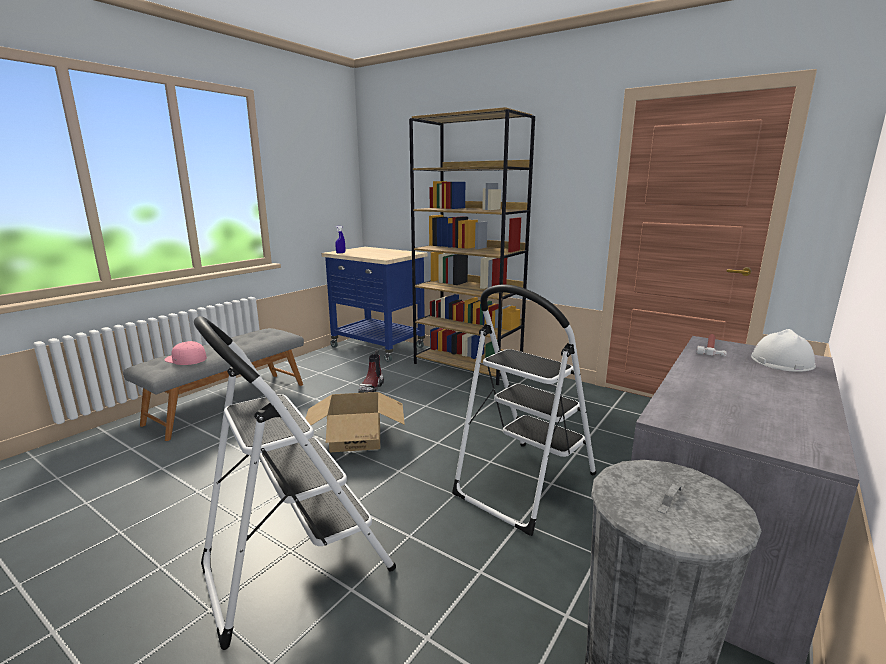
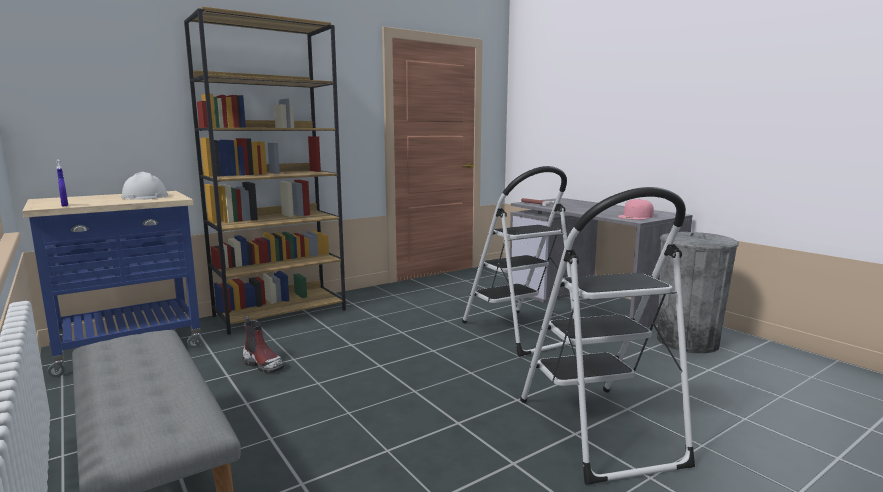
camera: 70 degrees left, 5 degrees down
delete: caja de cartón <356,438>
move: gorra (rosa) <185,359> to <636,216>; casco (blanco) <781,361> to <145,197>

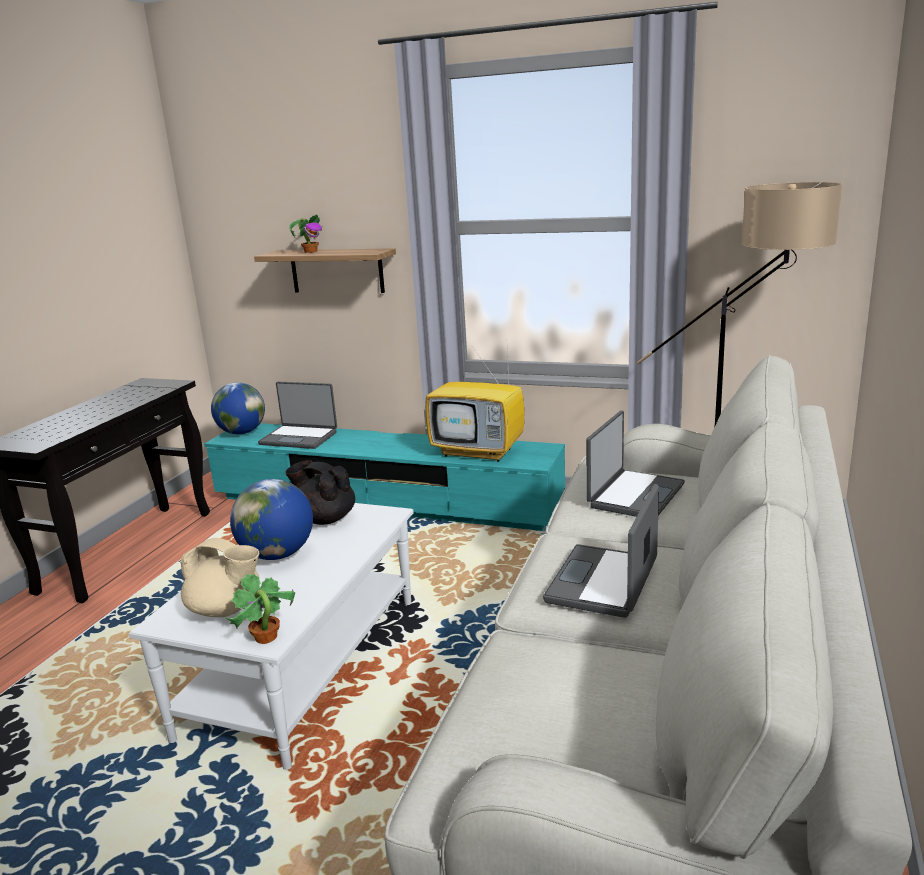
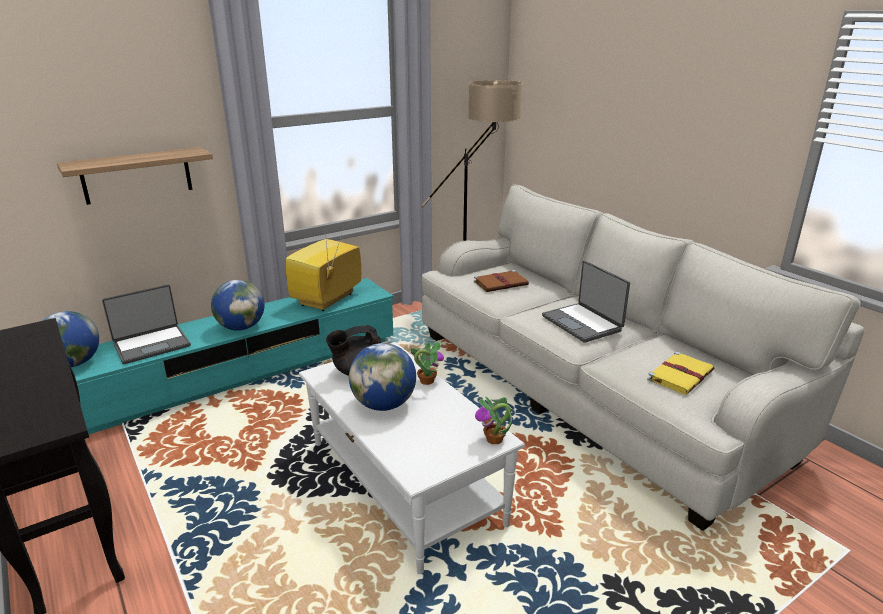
camera: 55 degrees left, 5 degrees up
delete: tetera (beis) <226,609>
insert: globo terráqueo <241,327>; libro (amarillo) <681,375>
move: planta en maceta <311,251> to <426,380>
replace: portátil <634,495> to libro (marrón) <501,283>
rotate: televisor <480,452> = <327,300> 150 degrees clockwise

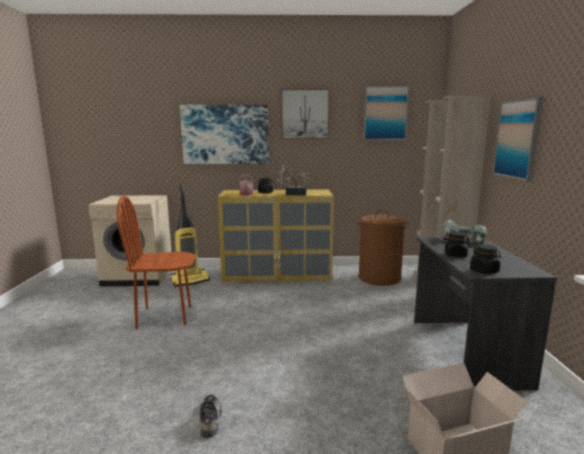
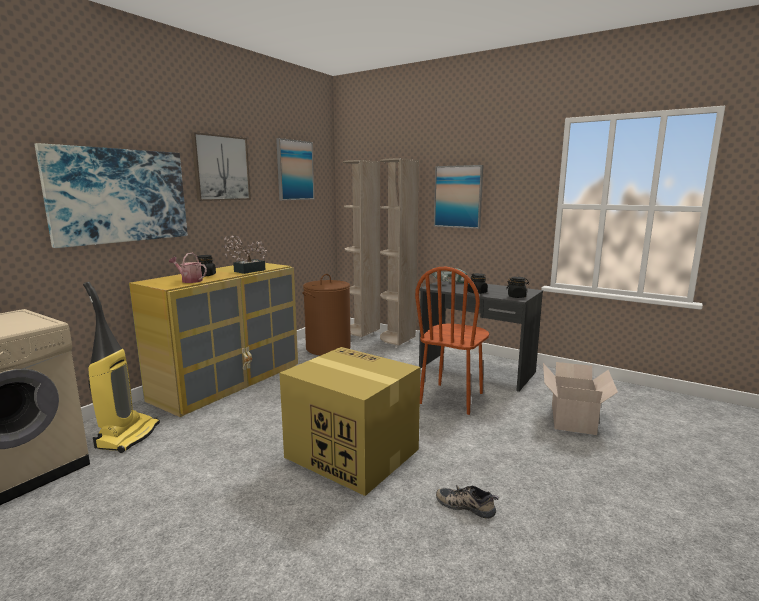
camera: 55 degrees left, 0 degrees up
insert: caja de cartón <350,453>
move: silla (marrón) <165,317> to <452,398>

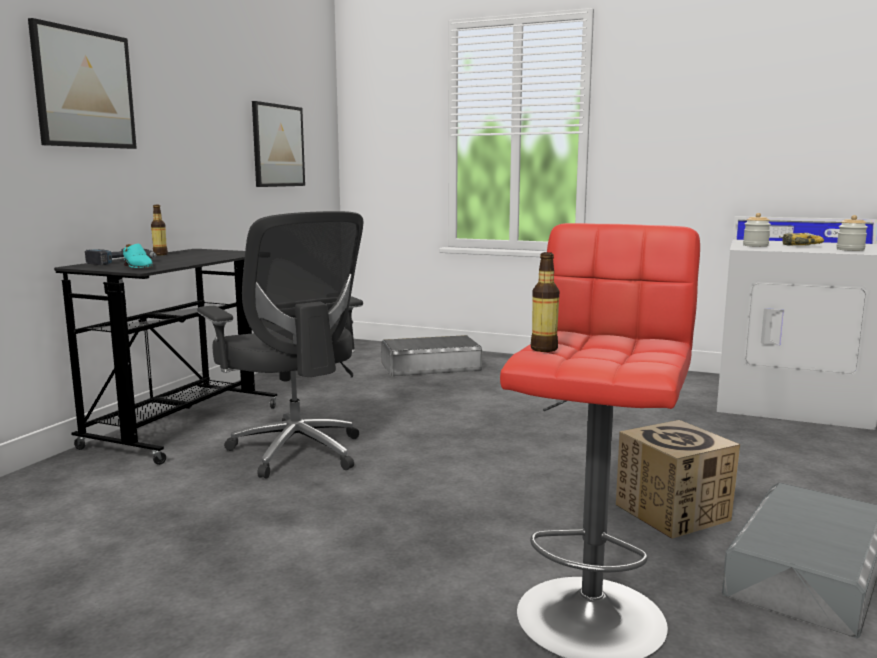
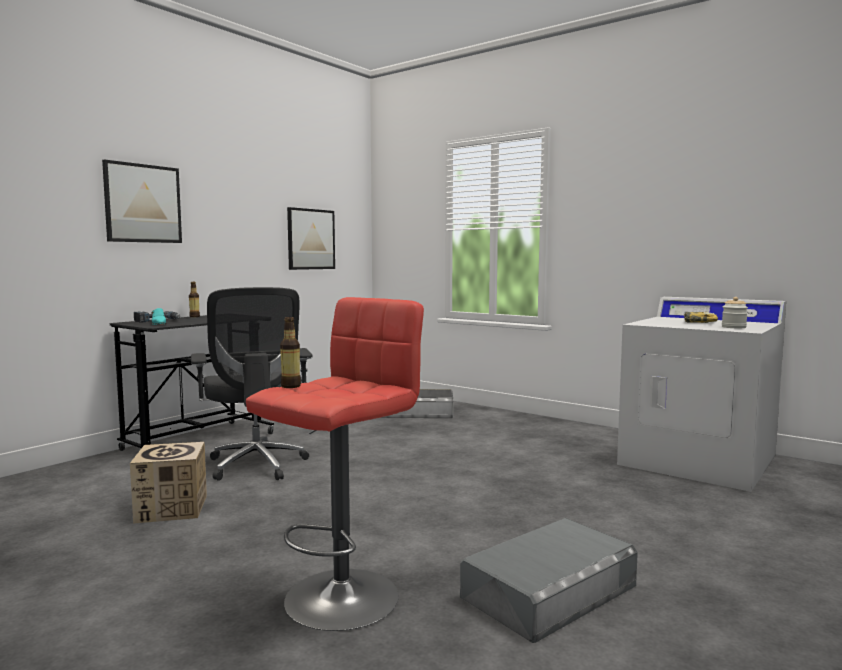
camera: 15 degrees right, 5 degrees down
delete: tarro <755,246>
move: caja de cartón <673,512> to <172,509>

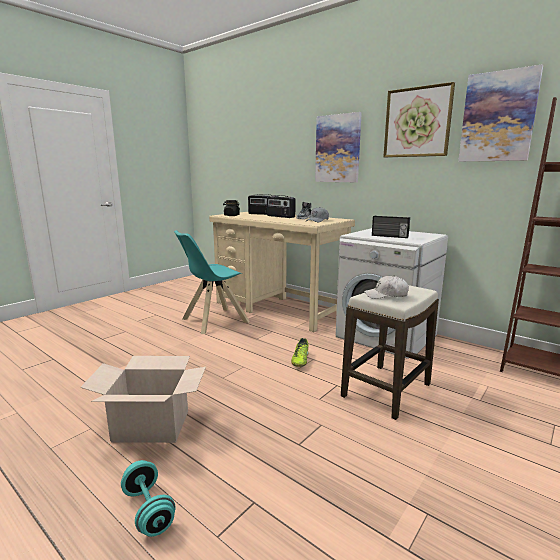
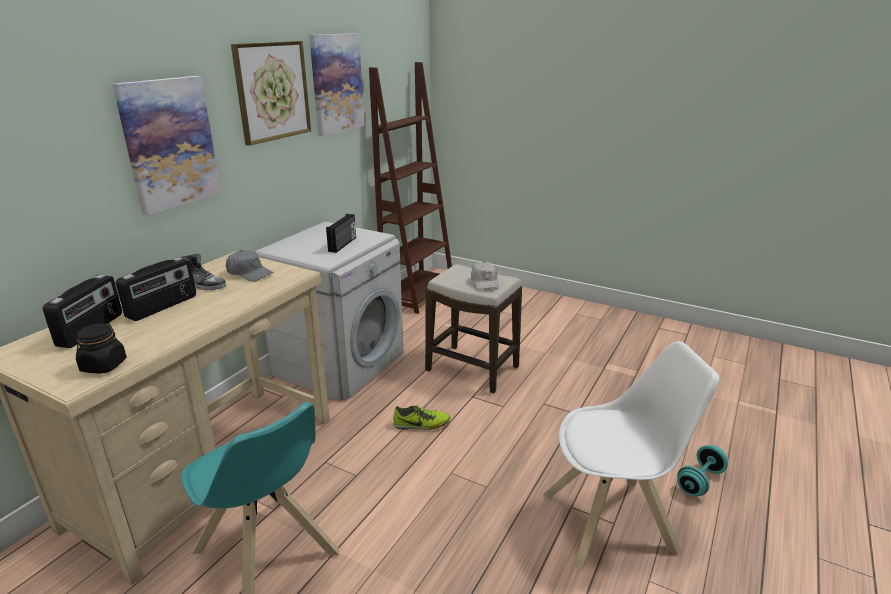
camera: 100 degrees left, 10 degrees up
replace: caja de cartón <151,426> to silla (blanco) <612,521>

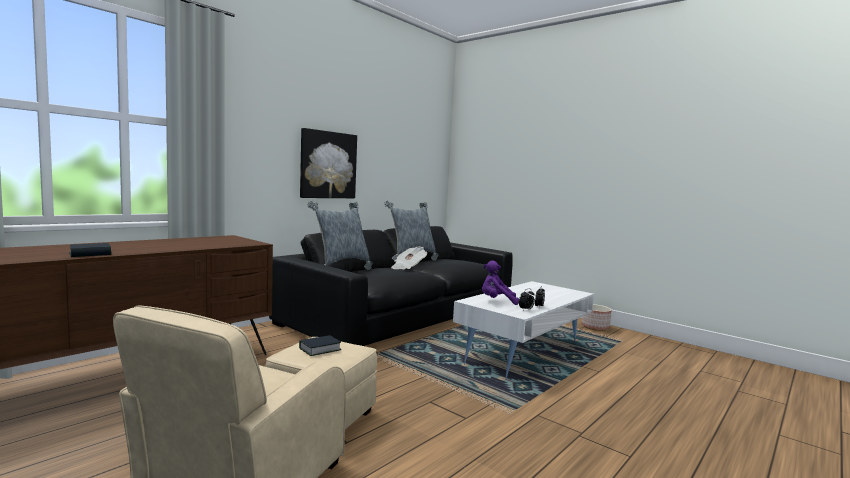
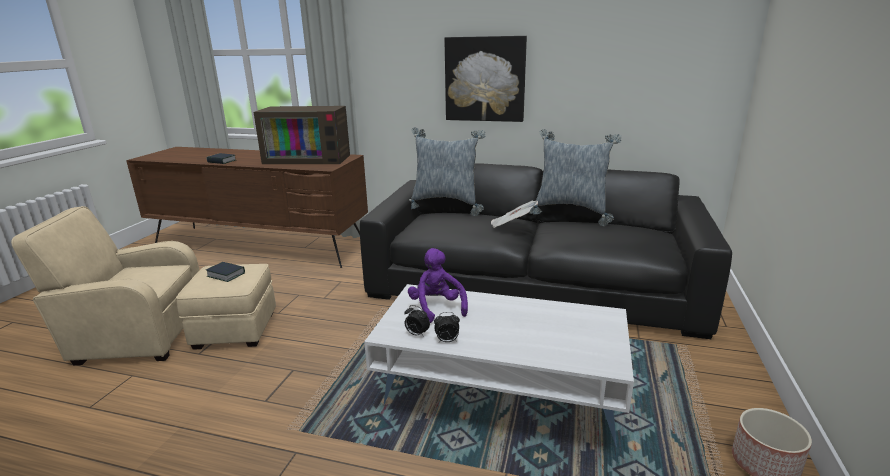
camera: 65 degrees right, 15 degrees up
insert: televisor <309,159>

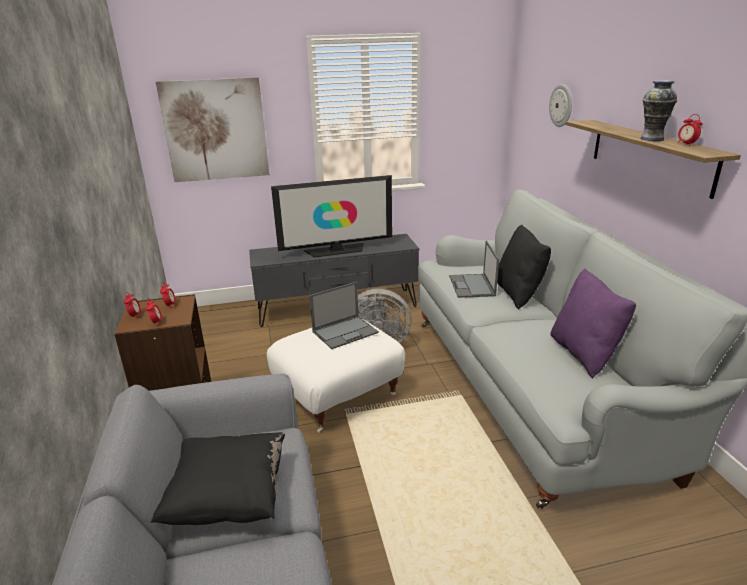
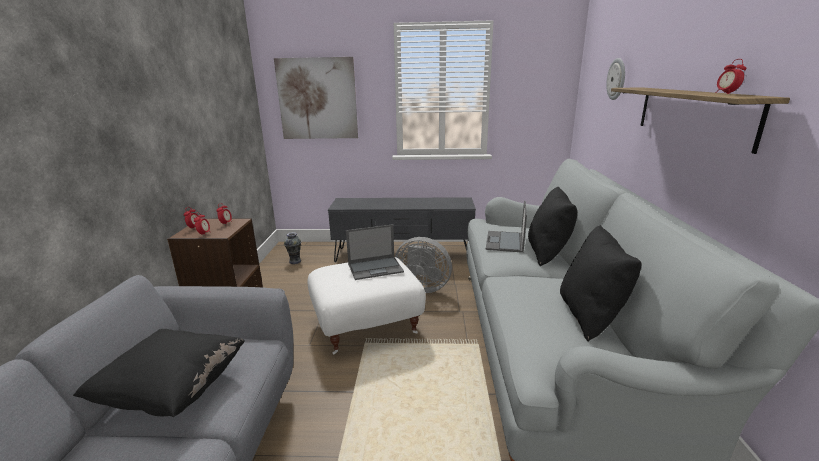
camera: 15 degrees right, 5 degrees down
delete: televisor <336,250>
move: florero <652,139> to <295,261>
recolor: cojín (morado) <584,354> to cojín (negro) <590,316>

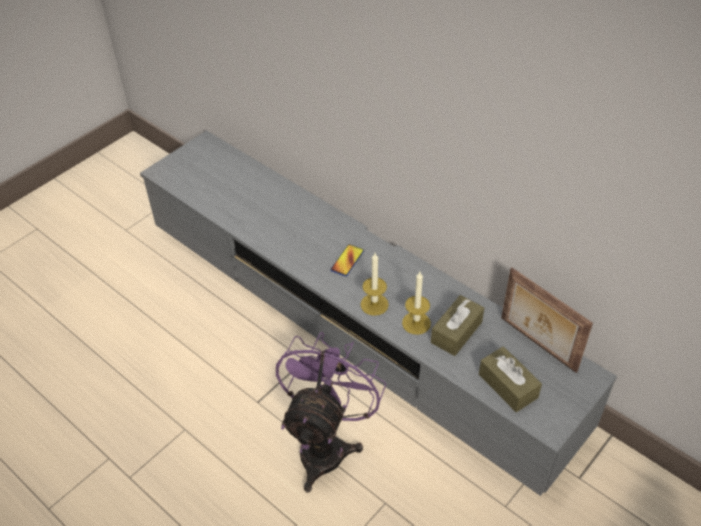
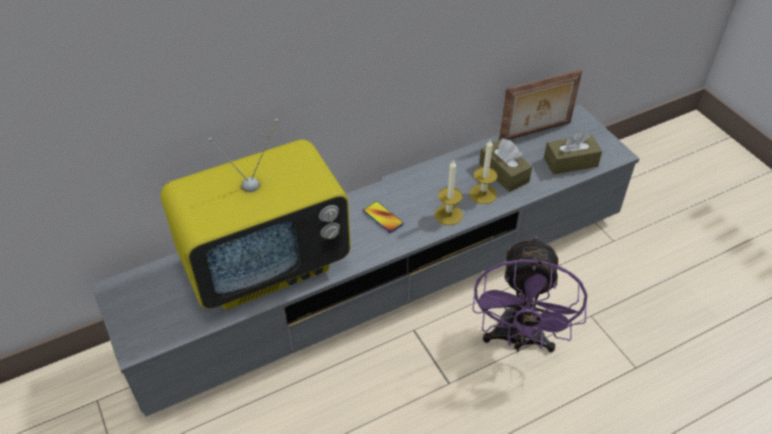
camera: 70 degrees left, 0 degrees up
insert: televisor <266,264>
rotate: ventilador (morado) <326,444> = <518,340> 120 degrees counterclockwise

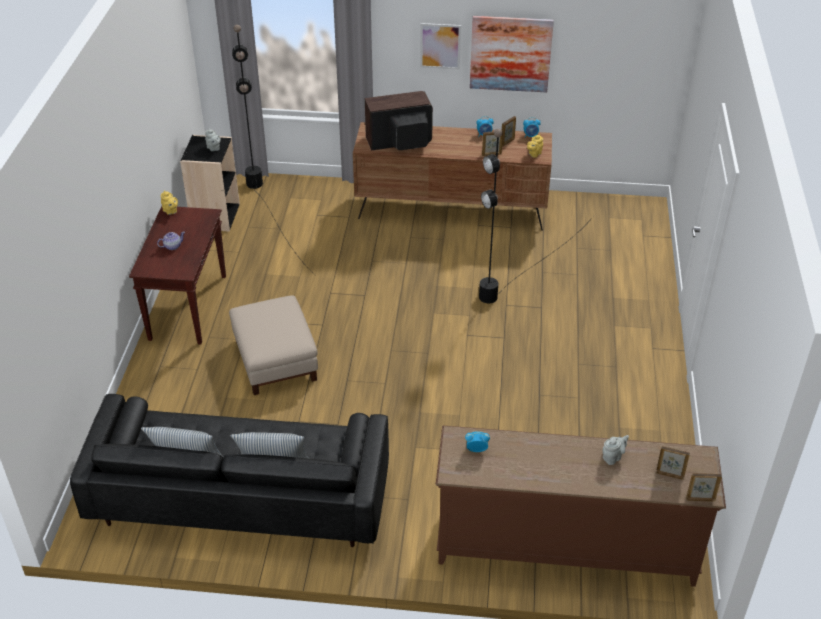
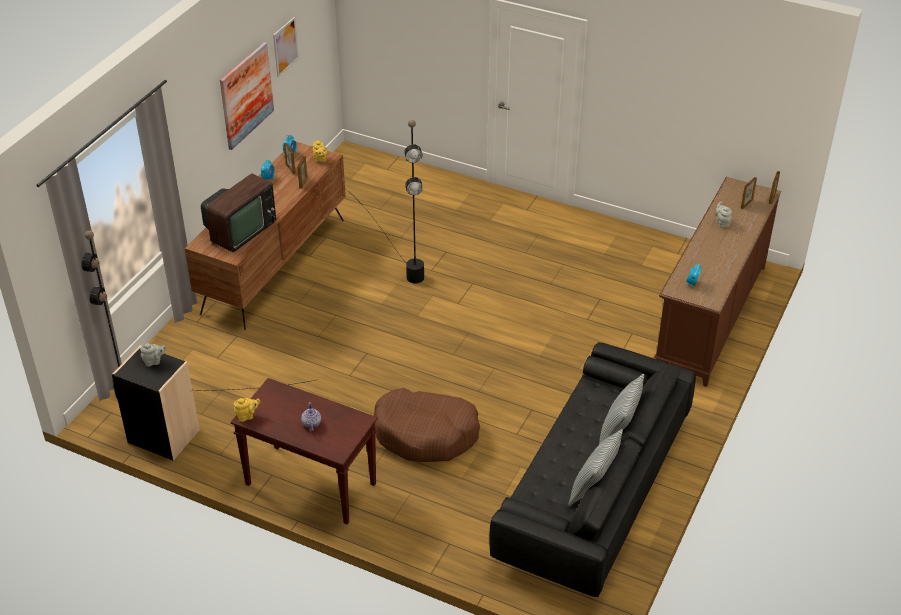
camera: 70 degrees left, 0 degrees up
move: cuadro <440,46> to <285,46>
replace: puf (beis) <274,360> to cama para perro (marrón) <426,434>
rotate: televisor <400,141> = <240,231> 150 degrees counterclockwise

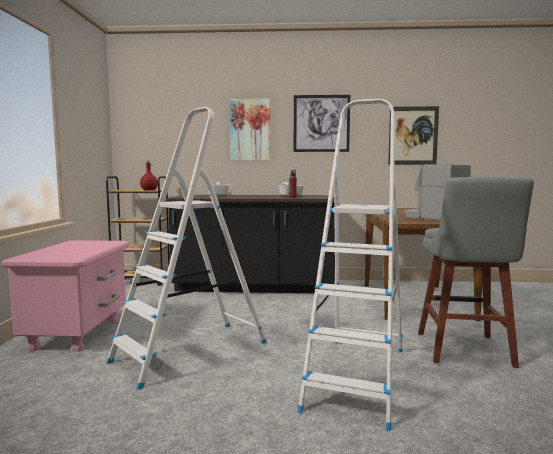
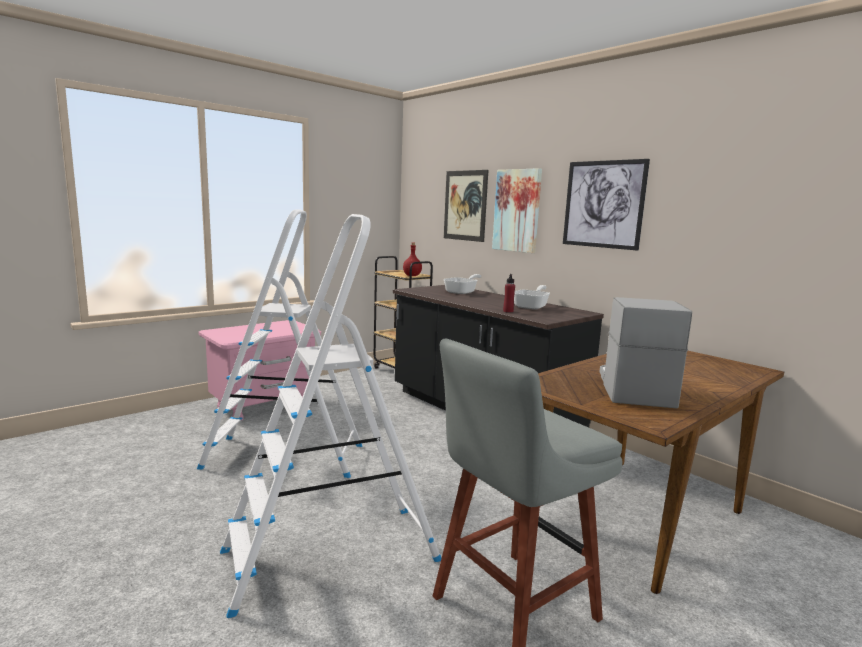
camera: 45 degrees right, 5 degrees up
move: cuadro <413,135> to <465,205>

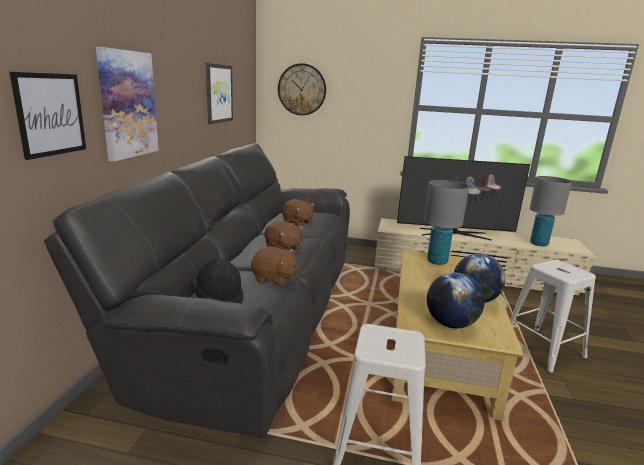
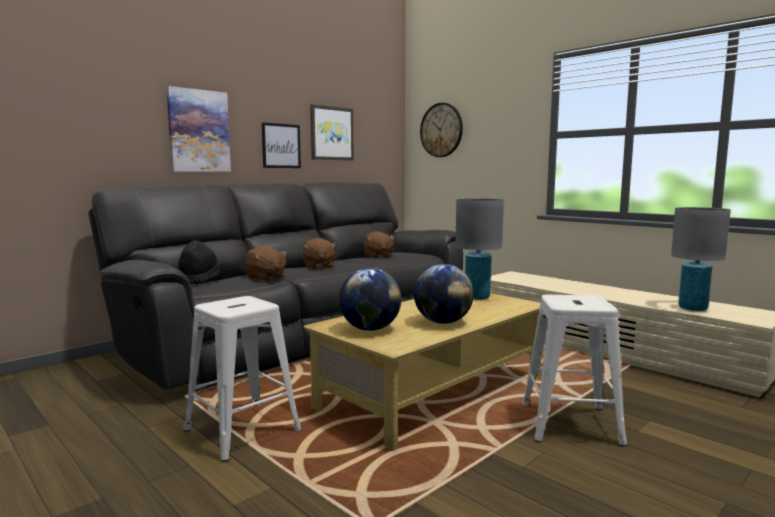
camera: 35 degrees right, 10 degrees down
delete: televisor <454,234>
move: cuadro <50,114> to <281,146>

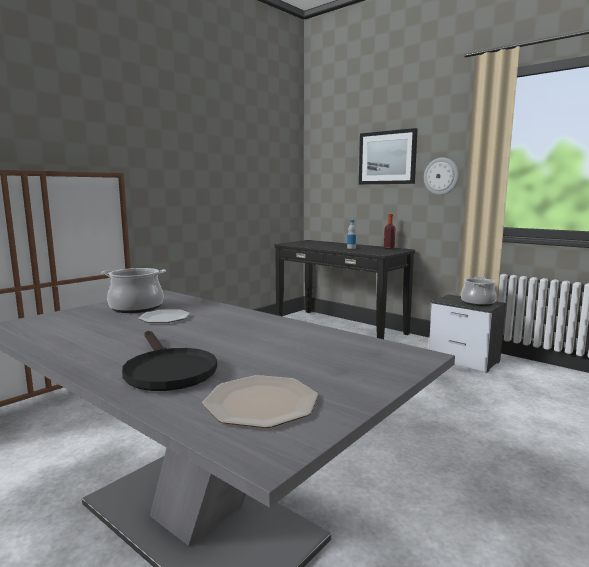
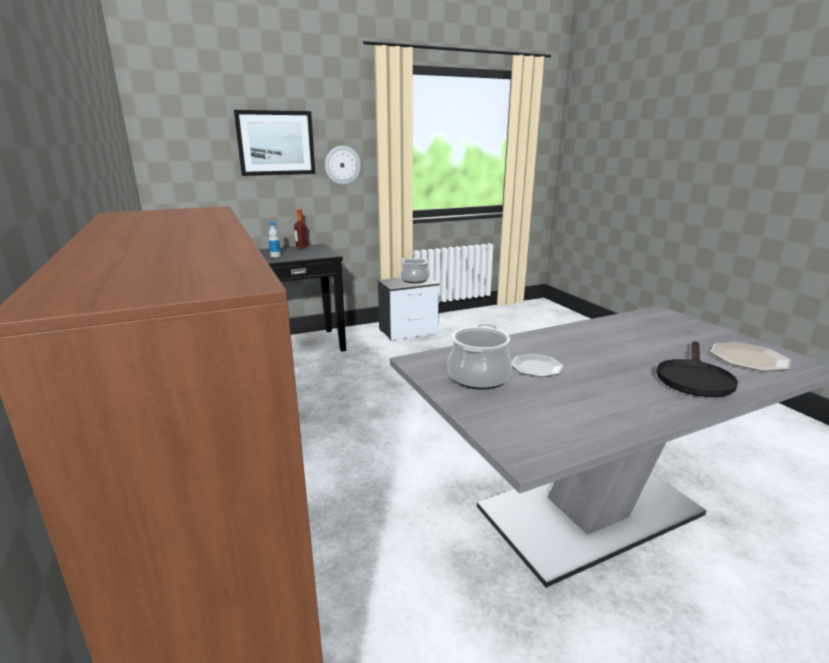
camera: 65 degrees left, 10 degrees up
rotate: sartén (negro) <167,370> = <693,378> 120 degrees clockwise

